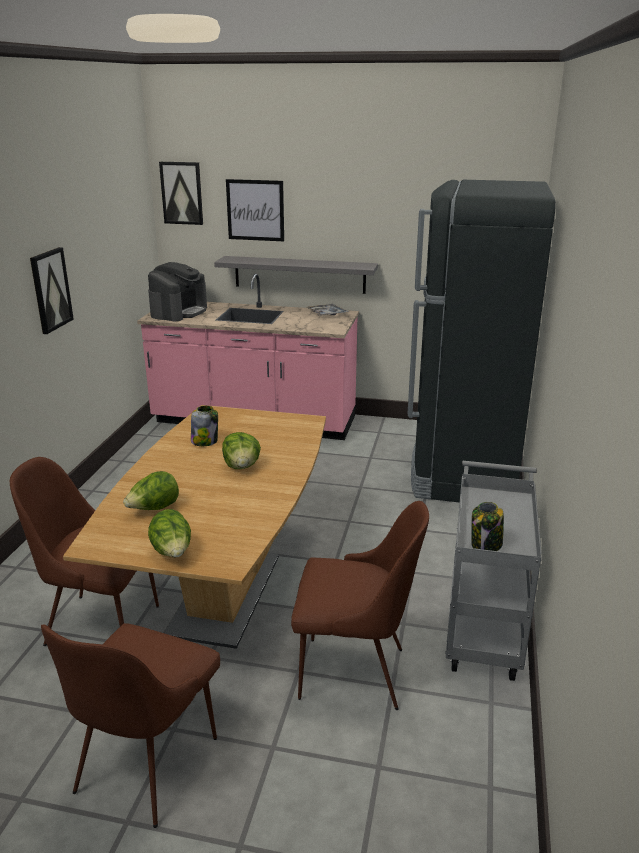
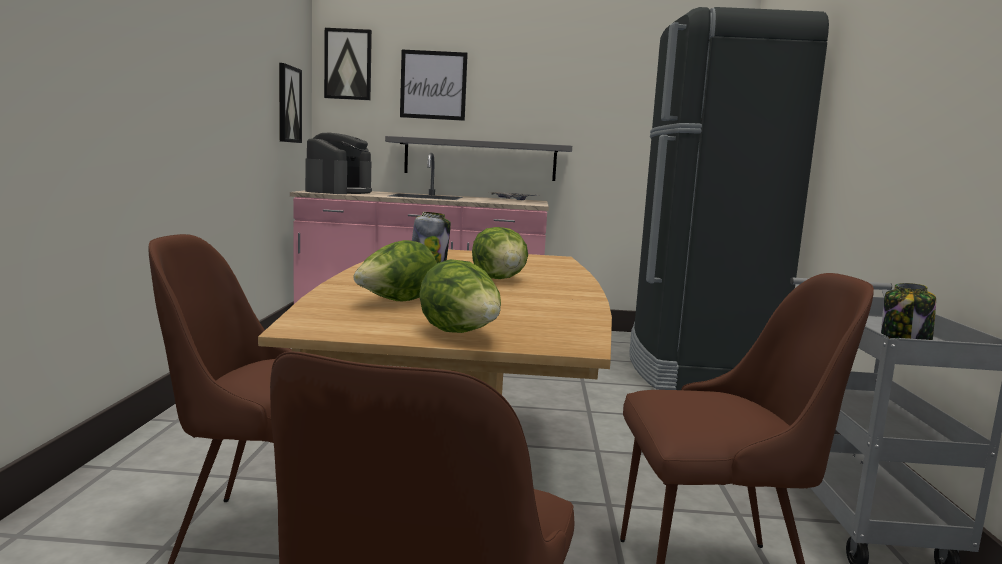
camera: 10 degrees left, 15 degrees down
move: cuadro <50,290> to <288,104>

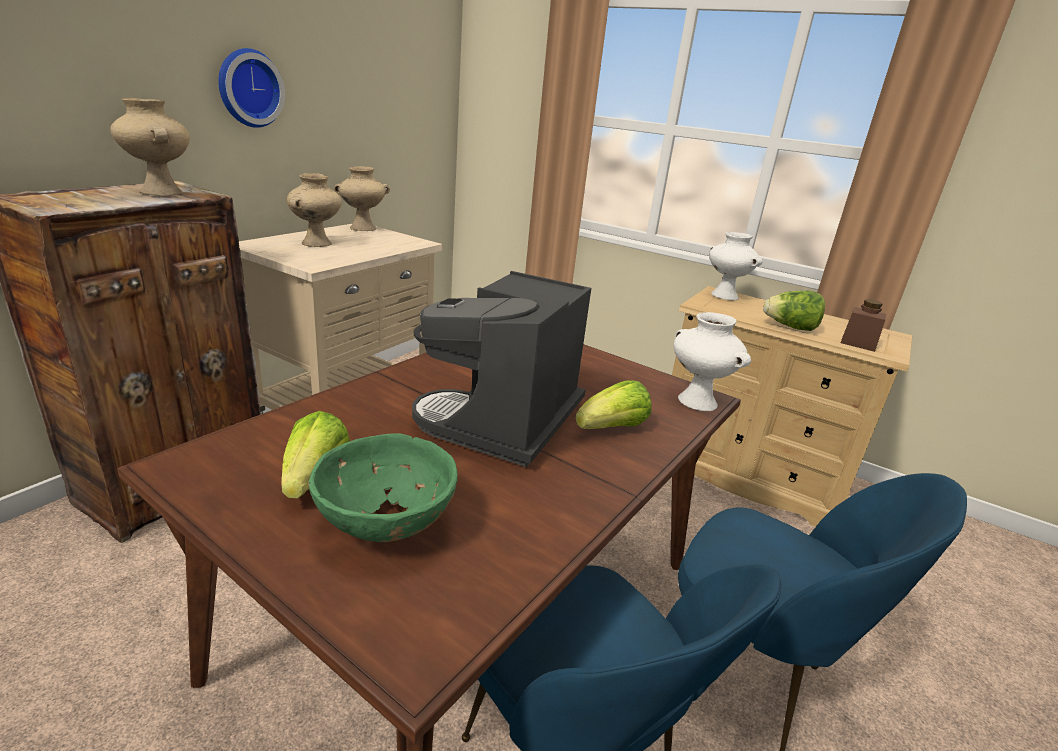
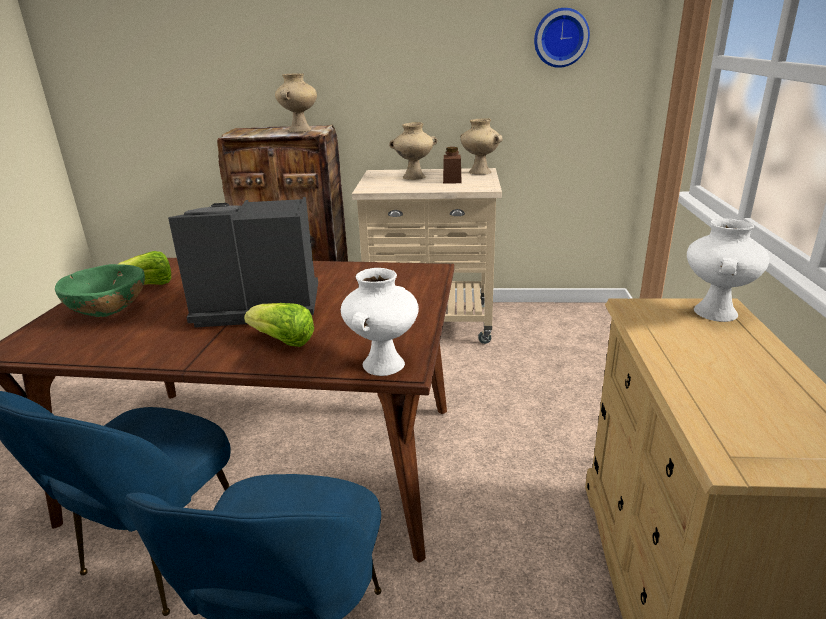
camera: 65 degrees right, 0 degrees up
delete: lechuga <790,327>
move: reloj de pared <248,88> to <560,38>; tarro (marrón) <858,343> to <452,180>

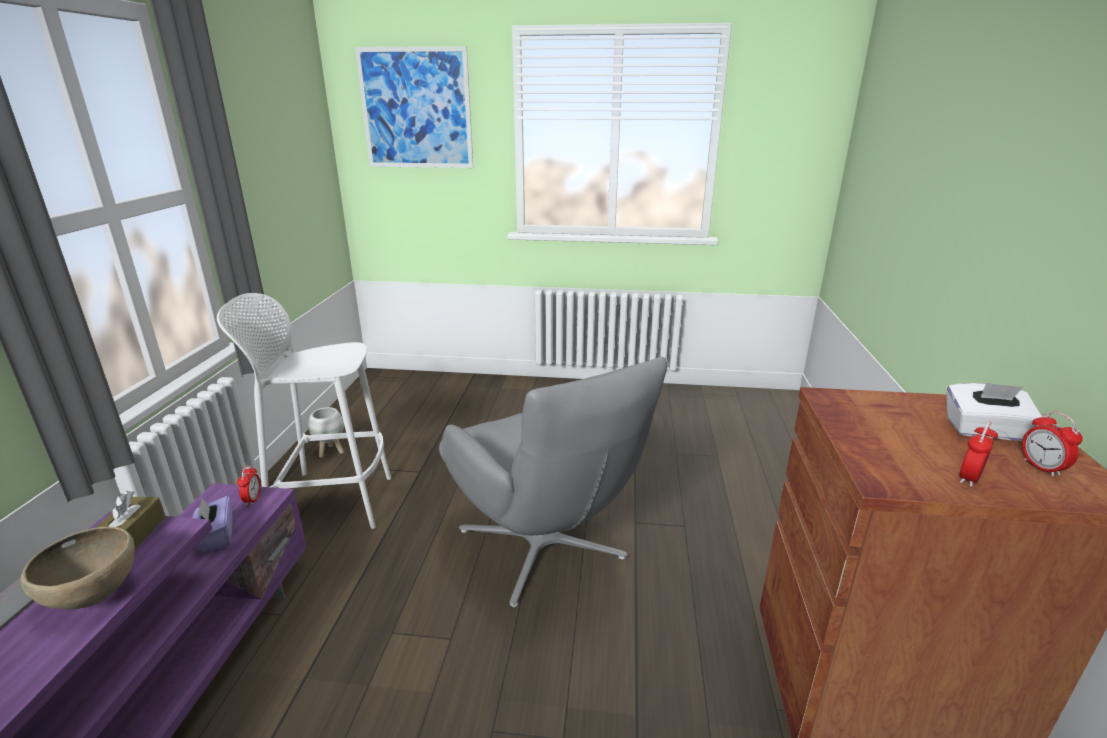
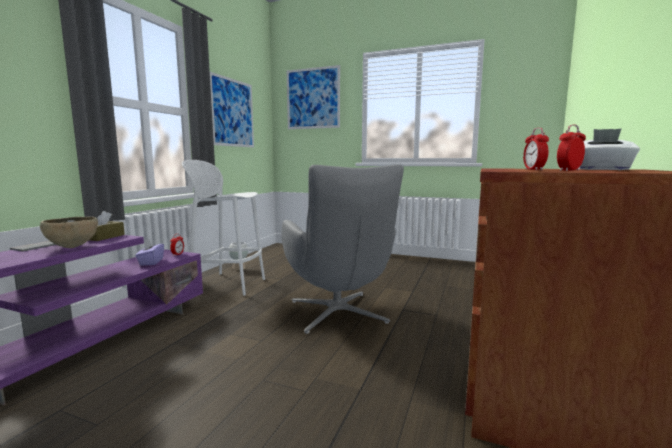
camera: 15 degrees right, 15 degrees down
insert: cuadro <232,113>
move: despertador <1041,468> to <533,170>

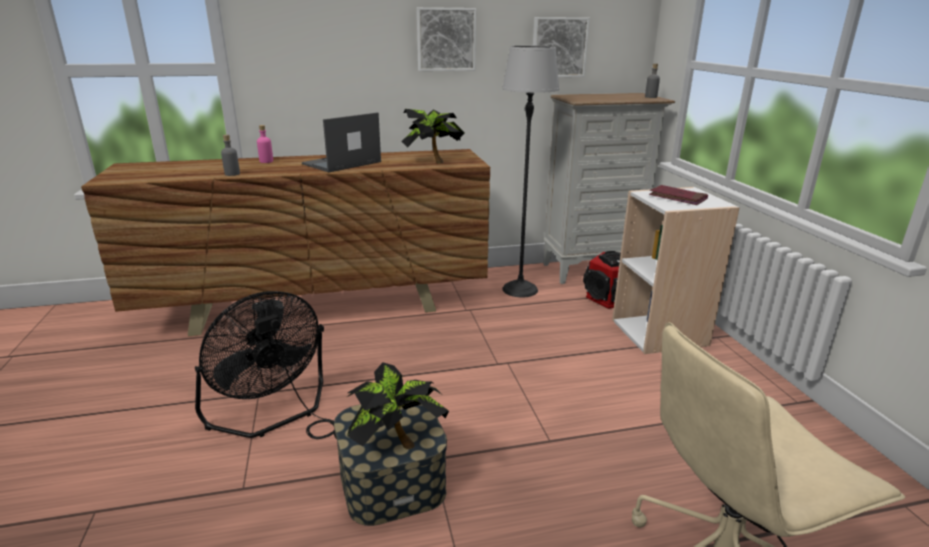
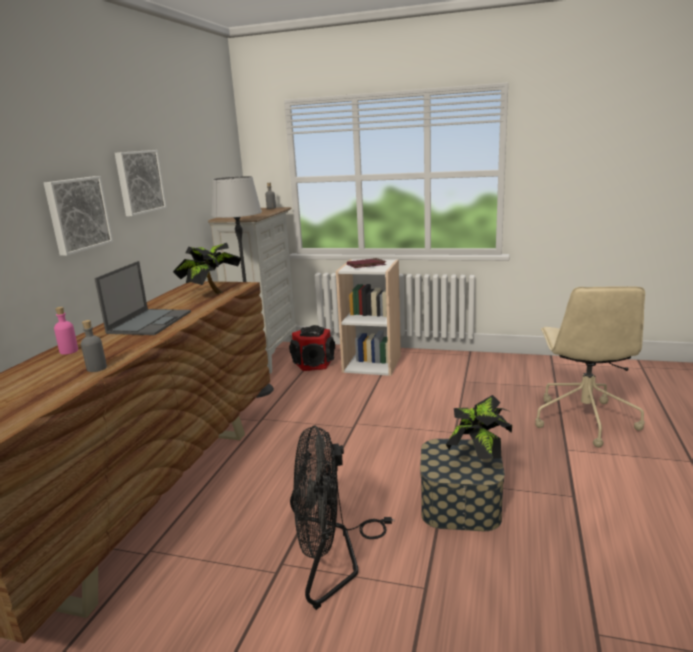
camera: 60 degrees left, 5 degrees down
move: cuadro <558,47> to <77,214>
rotate: portátil <341,163> = <150,322> 150 degrees counterclockwise

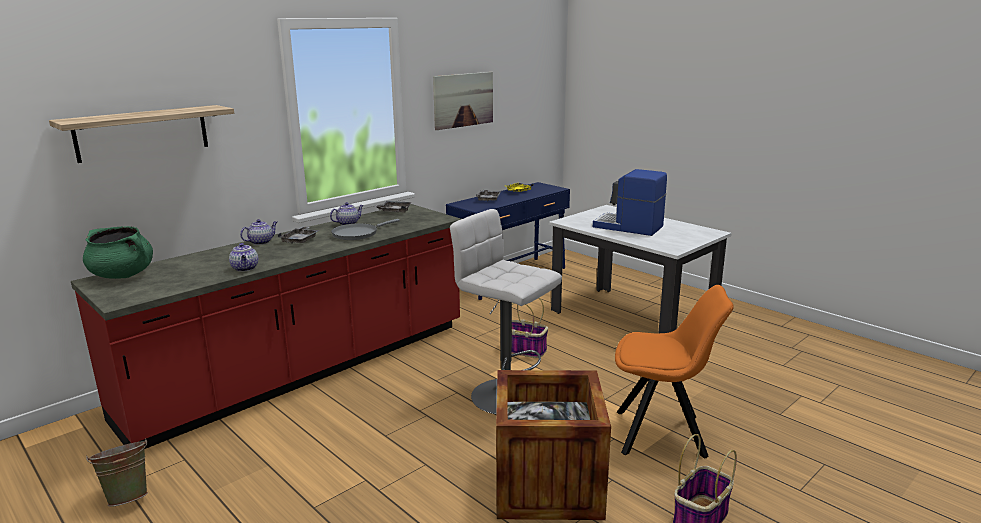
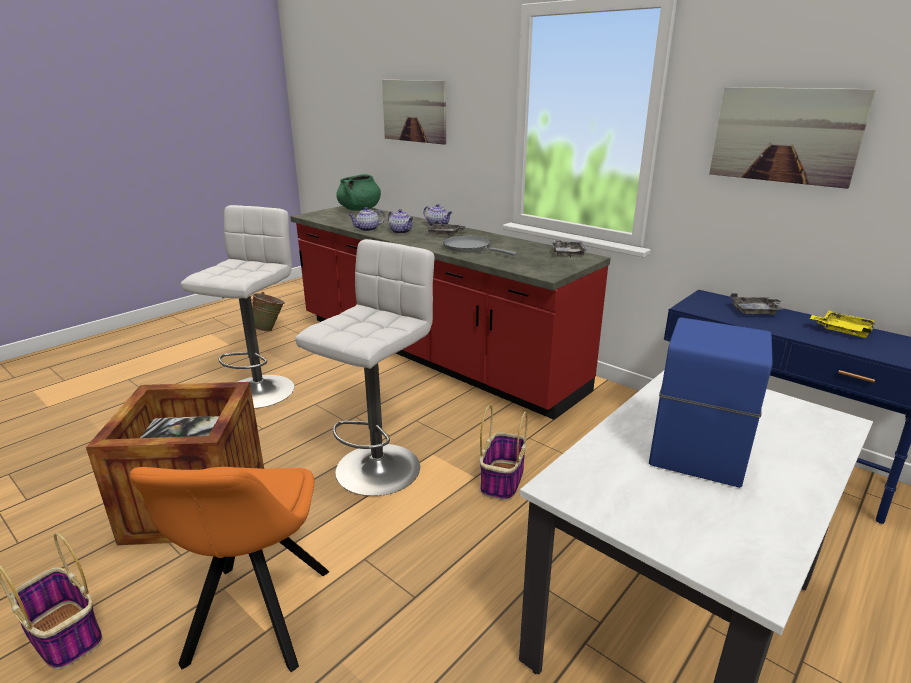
camera: 85 degrees right, 5 degrees up
insert: taburete (blanco) <260,391>
move: tetera <348,223> to <401,232>
replace: estante <142,133> to cuadro <414,111>

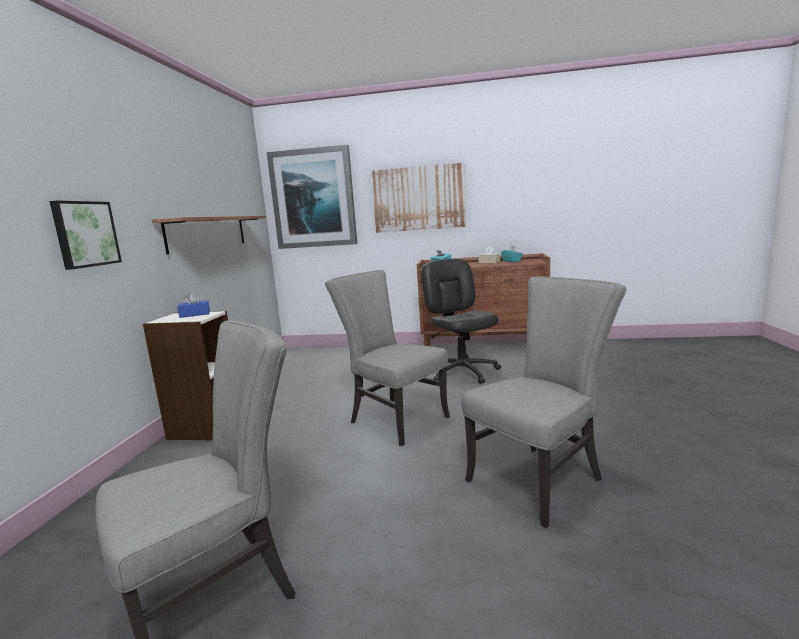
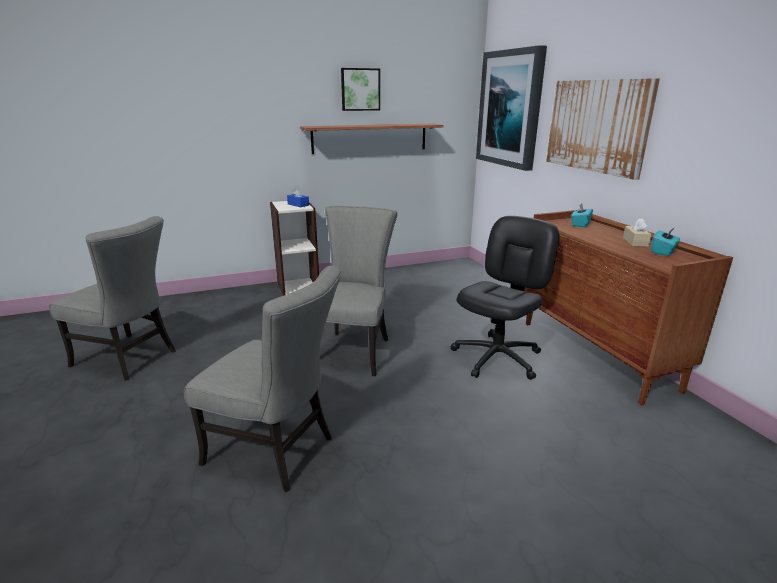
camera: 60 degrees right, 10 degrees up
move: cuadro <85,234> to <360,89>

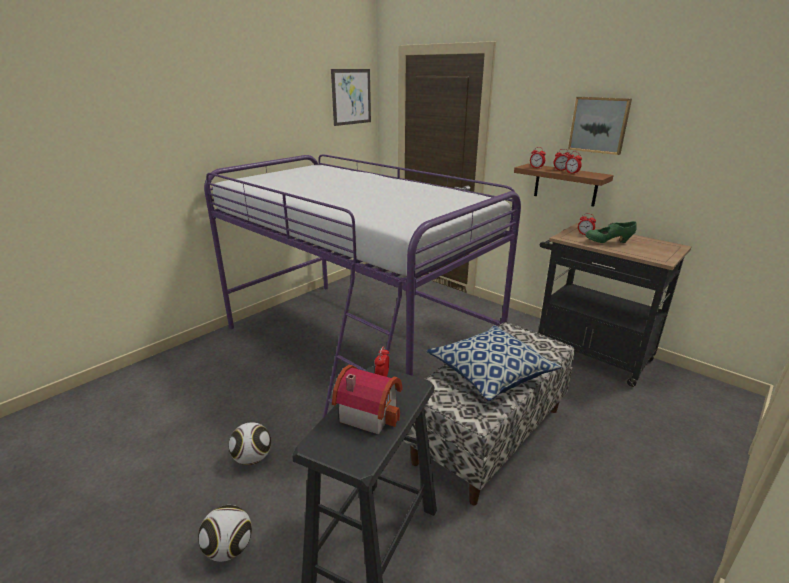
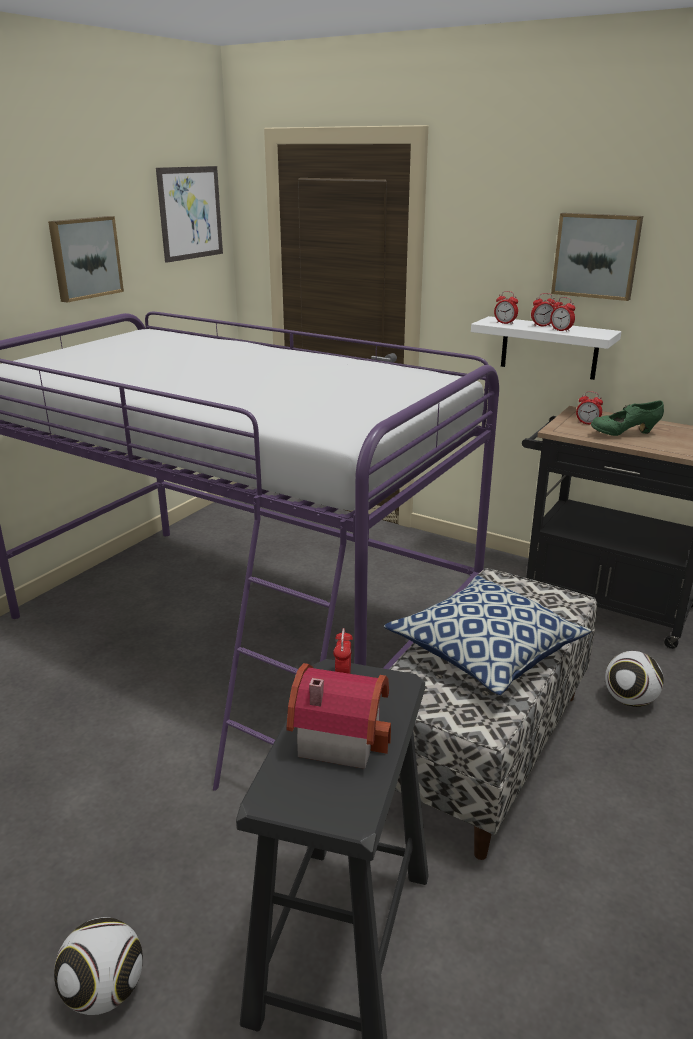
camera: 10 degrees left, 0 degrees up
insert: cuadro <84,258>
move: balón de fútbol <253,458> to <629,700>
recolor: estante (marrón) <565,185> to estante (blanco) <549,348>

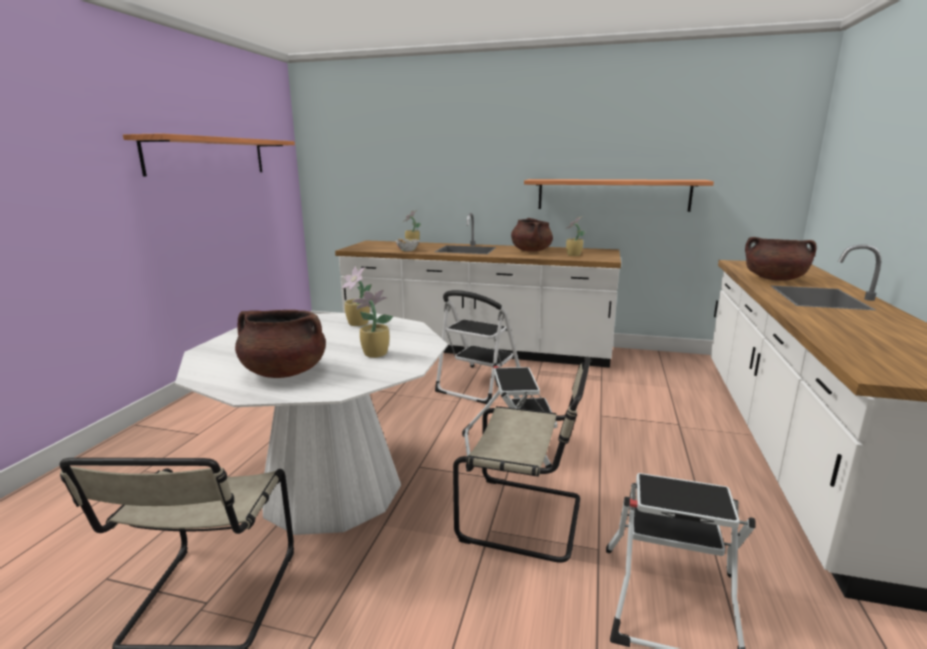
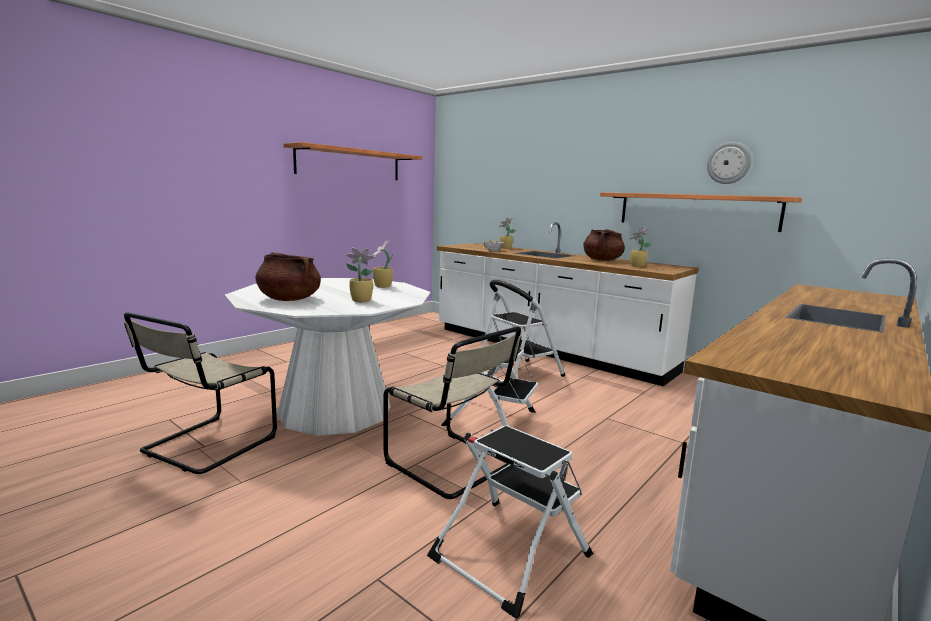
camera: 25 degrees right, 5 degrees down
delete: olla (marrón) <774,279>
insert: reloj de pared <729,163>

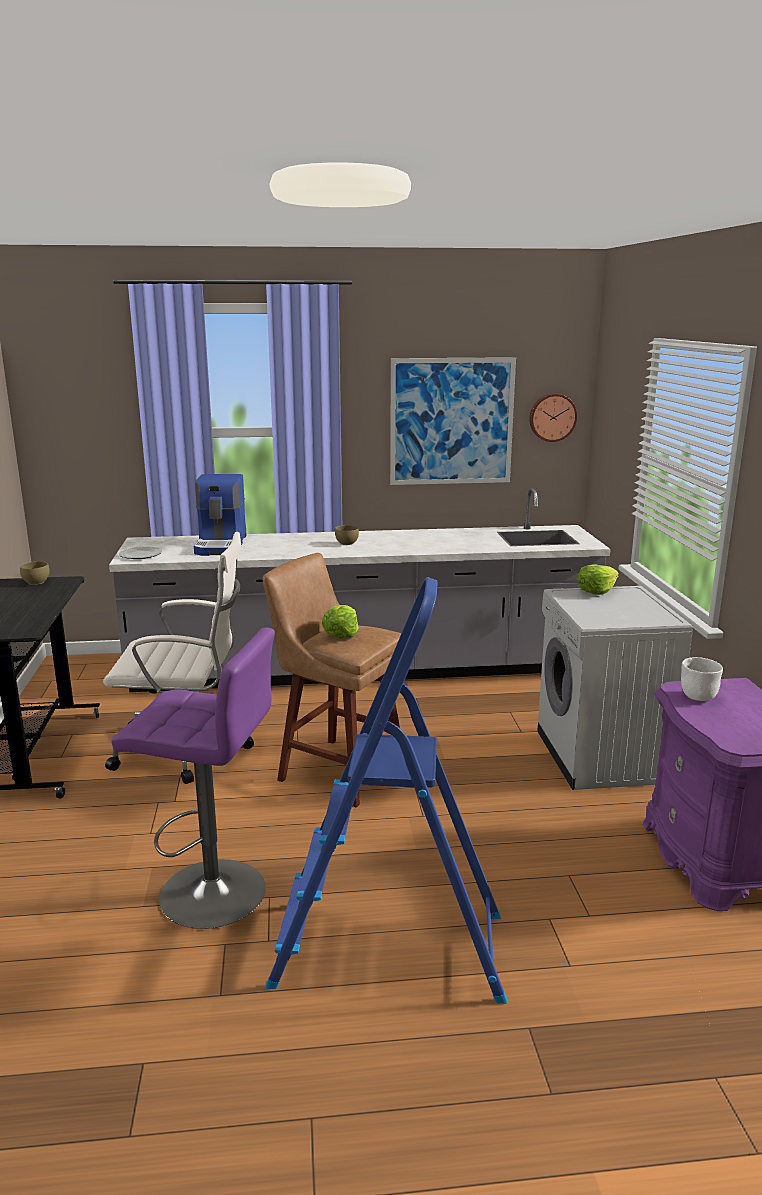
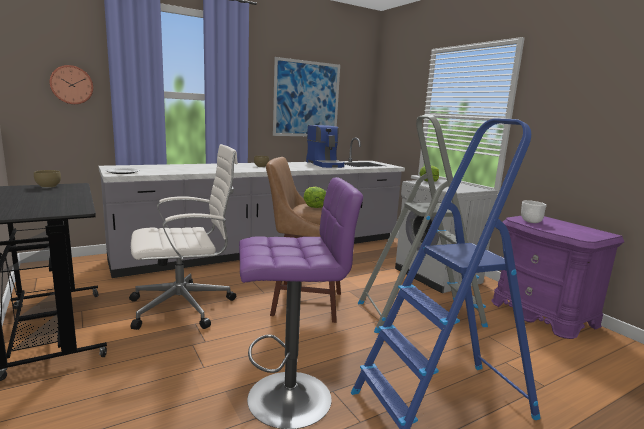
camera: 25 degrees left, 5 degrees down
insert: escalera de tijera (gris) <420,314>
move: cafetera <222,545> to <325,164>; reloj de pared <552,417> to <71,85>

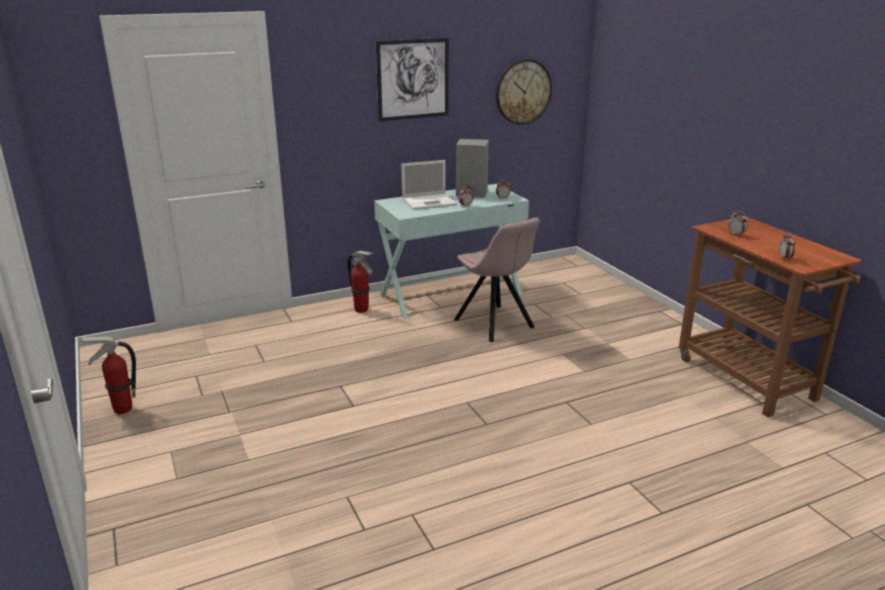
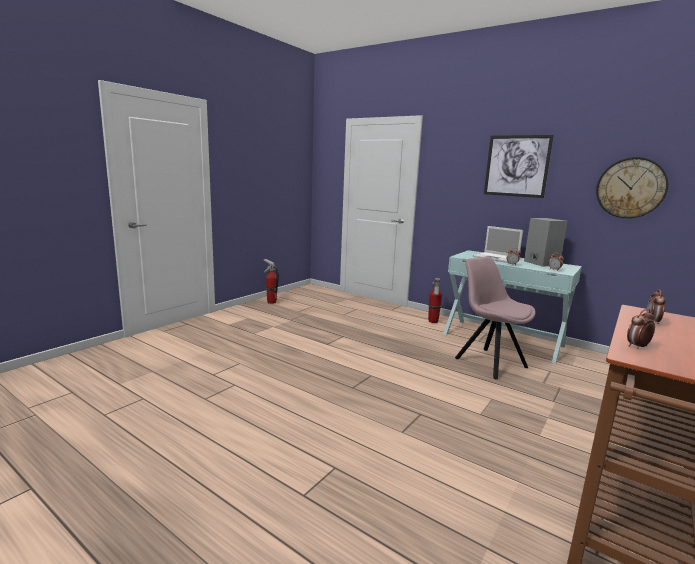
camera: 60 degrees right, 10 degrees down
rotate: silla (rosa) <494,323> = <490,362> 120 degrees clockwise

